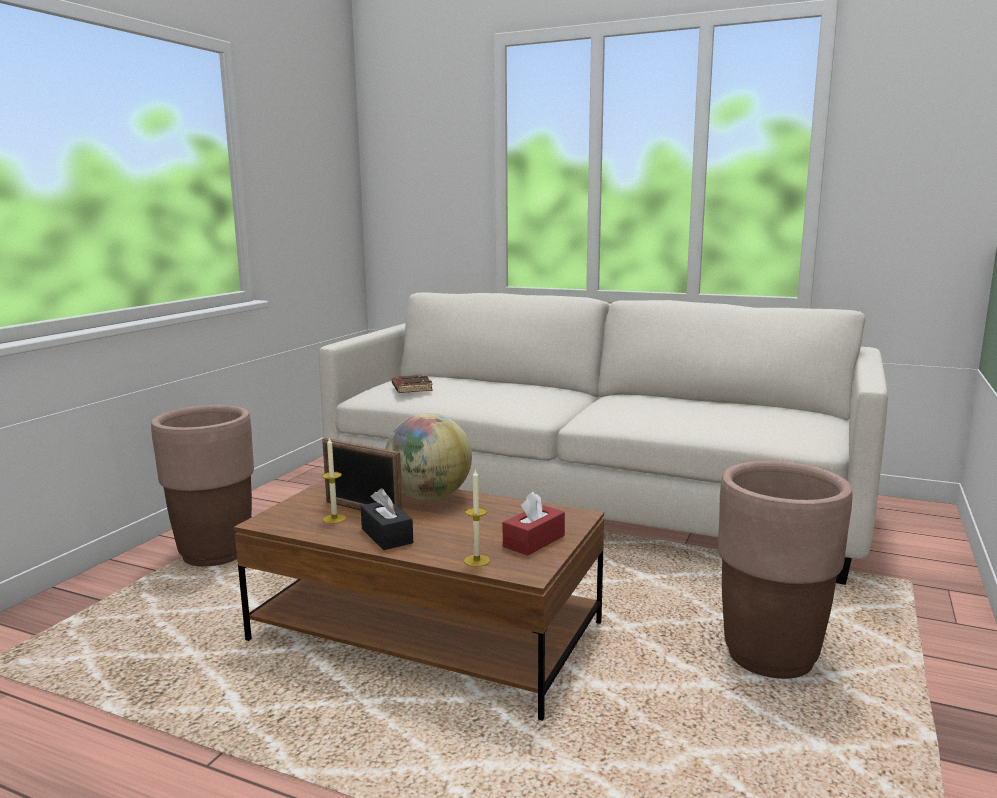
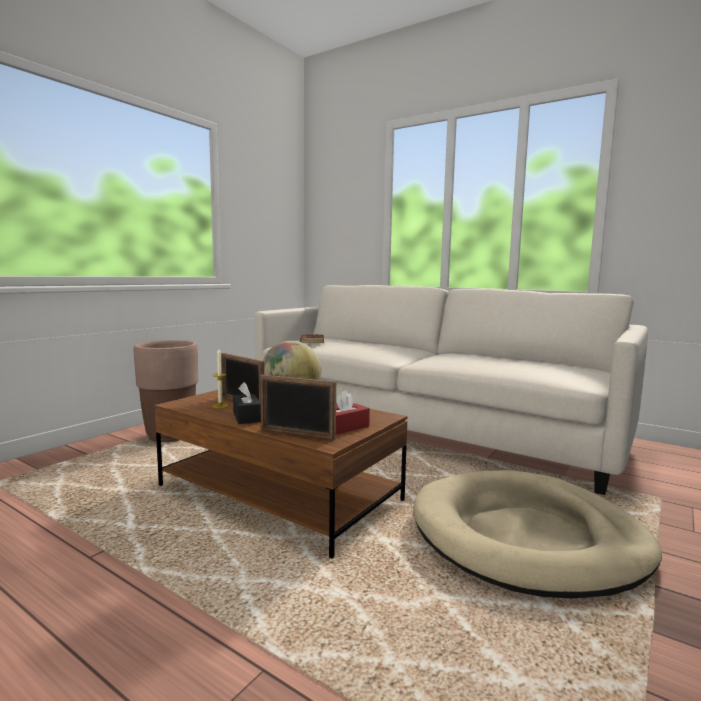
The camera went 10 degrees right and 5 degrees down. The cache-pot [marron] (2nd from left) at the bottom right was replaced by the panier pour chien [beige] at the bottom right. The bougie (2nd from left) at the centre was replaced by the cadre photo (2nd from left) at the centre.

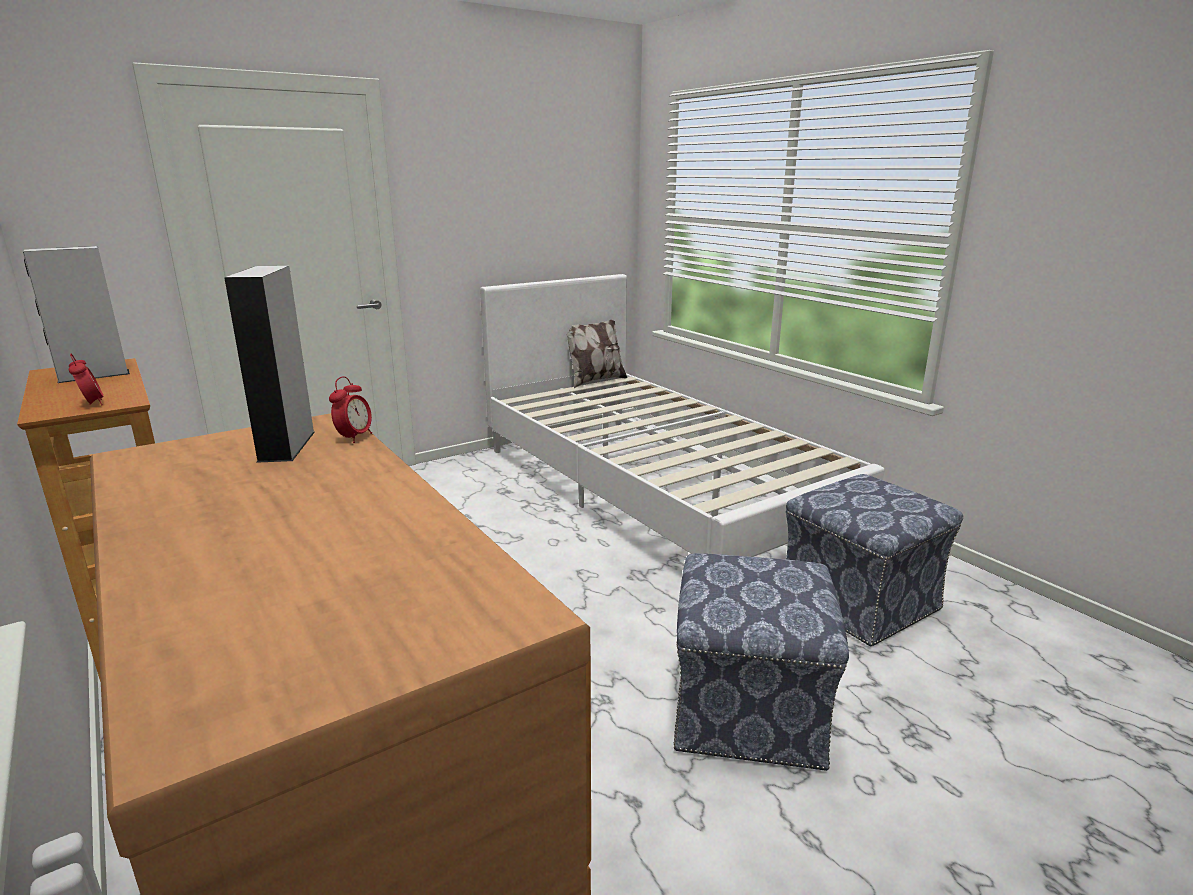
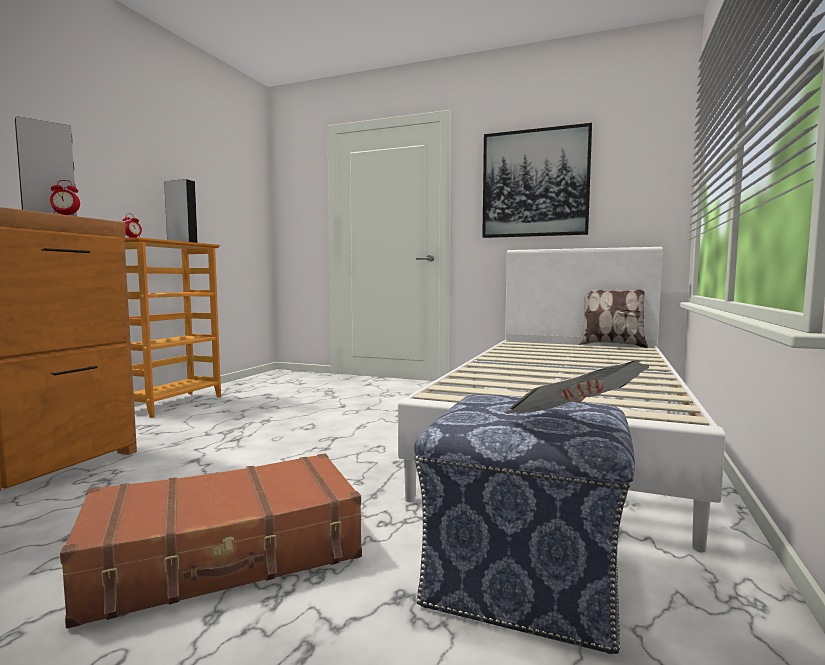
The camera went 55 degrees right and 15 degrees down. The pouf (1st from left) at the bottom centre was replaced by the valise [marron] at the bottom left. The tableau at the top centre appeared. The journal at the middle right appeared.

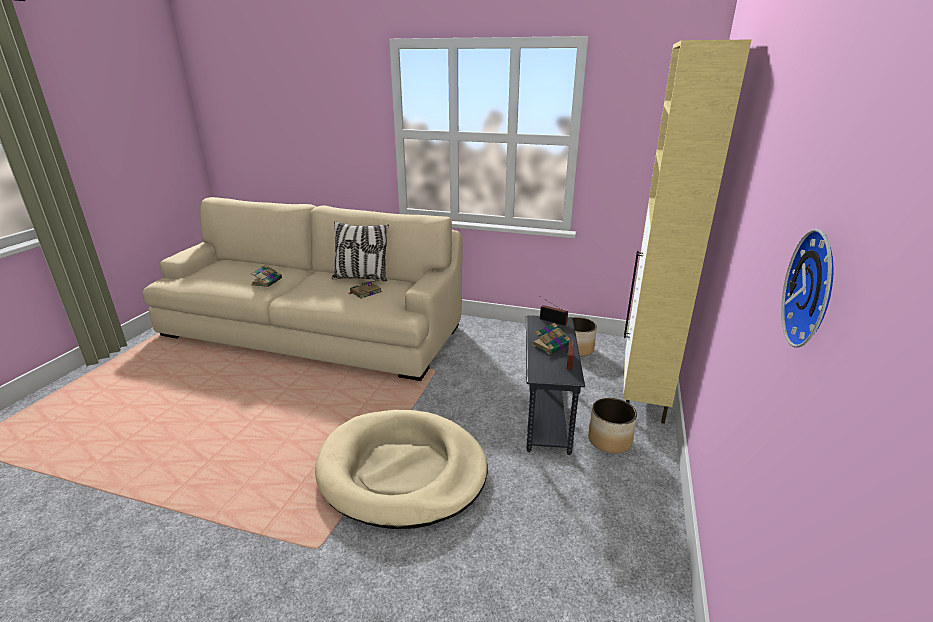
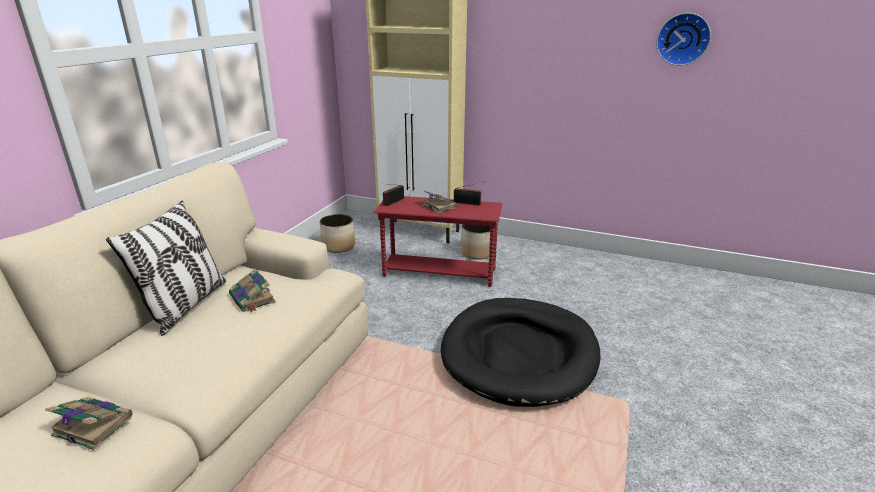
The camera went 85 degrees left and 0 degrees up. The table d'appoint [gris] at the centre became the table d'appoint [rouge] at the centre. The panier pour chien [beige] at the bottom centre became the panier pour chien [noir] at the bottom centre.

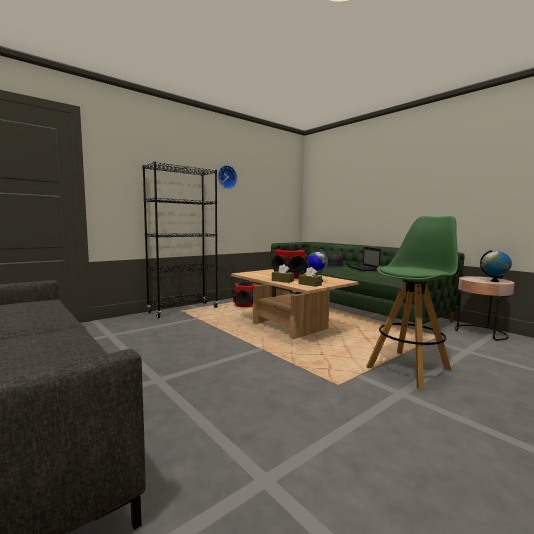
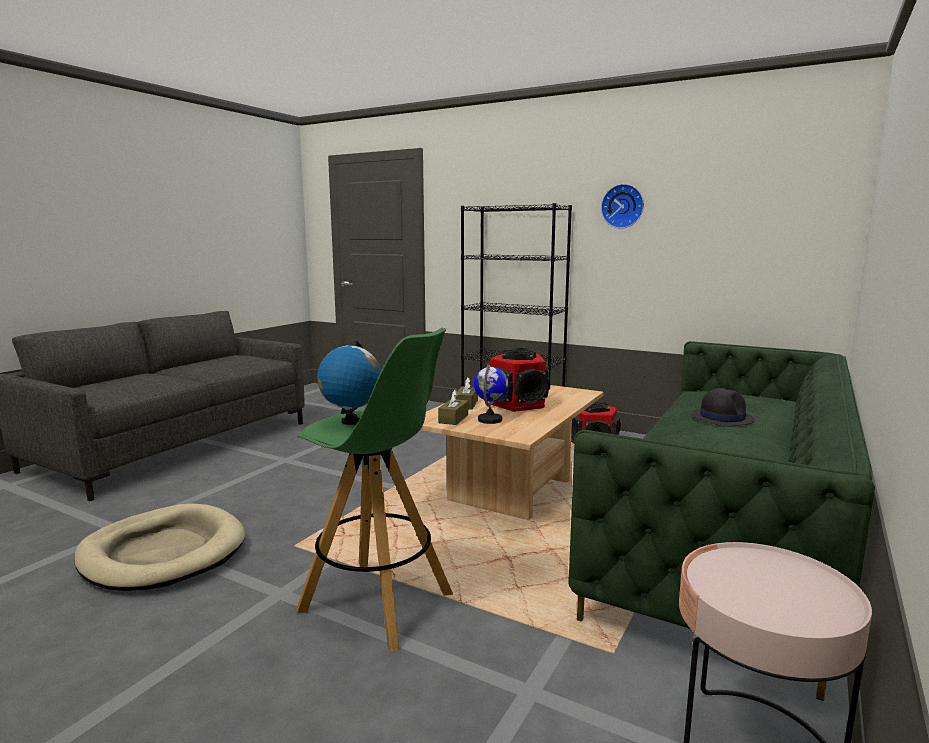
The camera went 70 degrees right and 5 degrees up. The ordinateur portable at the middle right disappeared. The globe (2nd from left in the first image) moved from the middle right to the centre. The panier pour chien [beige] at the bottom left appeared.

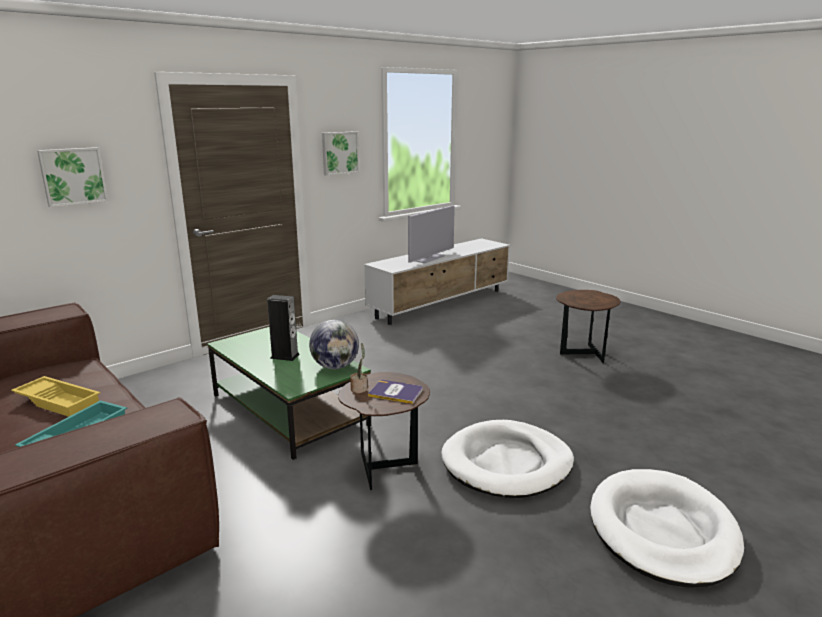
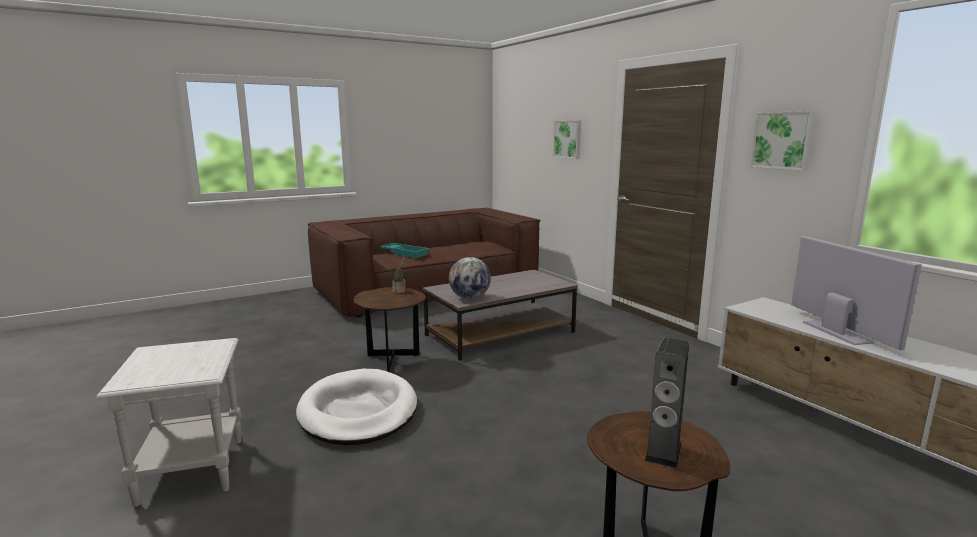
The camera went 100 degrees right and 5 degrees down. The téléviseur at the centre turned 150 degrees counterclockwise. The enceinte moved from the centre to the bottom right. The table basse [vert] at the centre became the table basse [gris] at the centre. The plateau [jaune] at the middle left disappeared. The livre at the centre disappeared. The panier pour chien [blanc] (2nd from left) at the bottom right was replaced by the table d'appoint [blanc] at the bottom left.

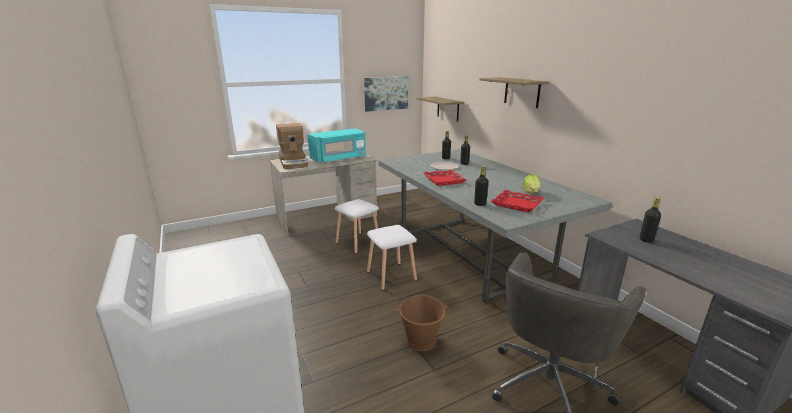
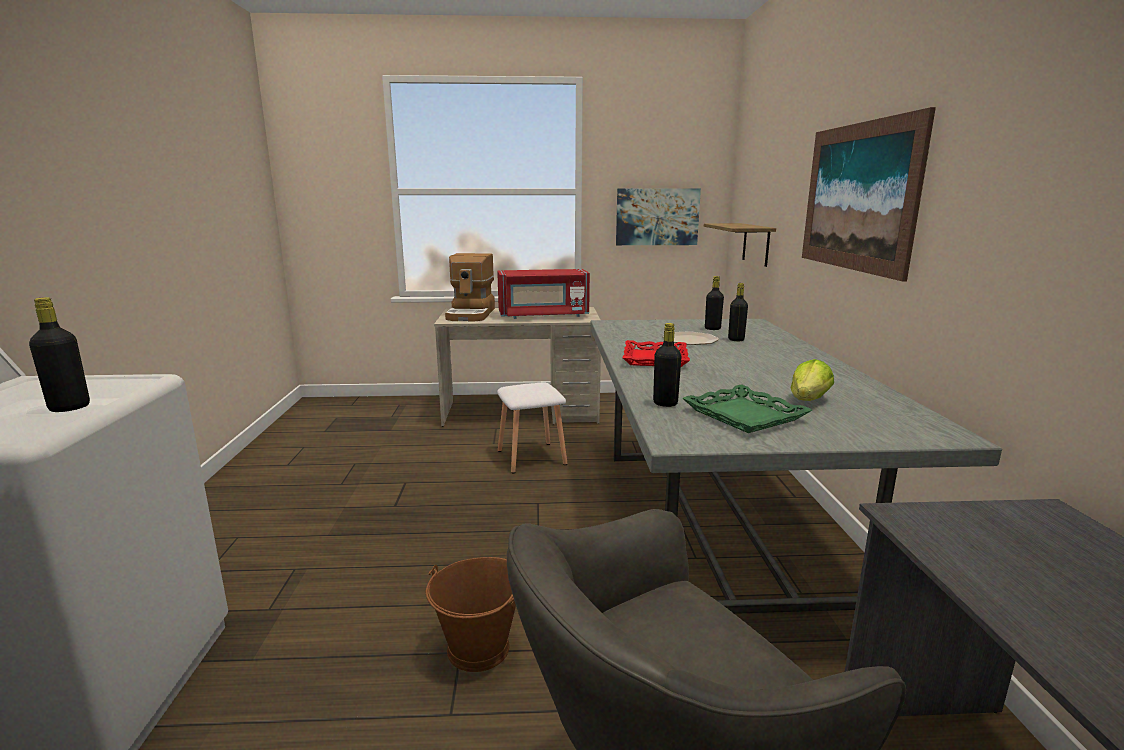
The camera went 25 degrees right and 5 degrees down. The étagère (2nd from left) at the top centre was replaced by the tableau (2nd from left) at the top right. The micro-ondes [turquoise] at the centre became the micro-ondes [rouge] at the centre. The plateau [rouge] (2nd from left) at the centre became the plateau [vert] at the centre. The bouteille [noir] (4th from left in the first image) moved from the middle right to the middle left. The tabouret [blanc] (2nd from left) at the centre disappeared.

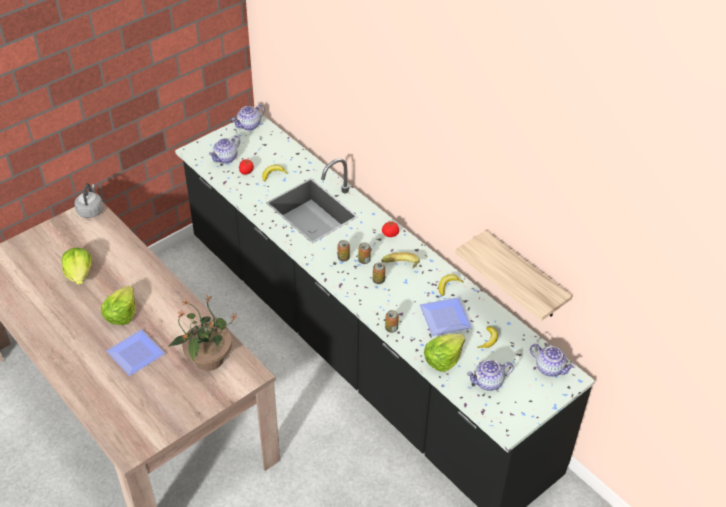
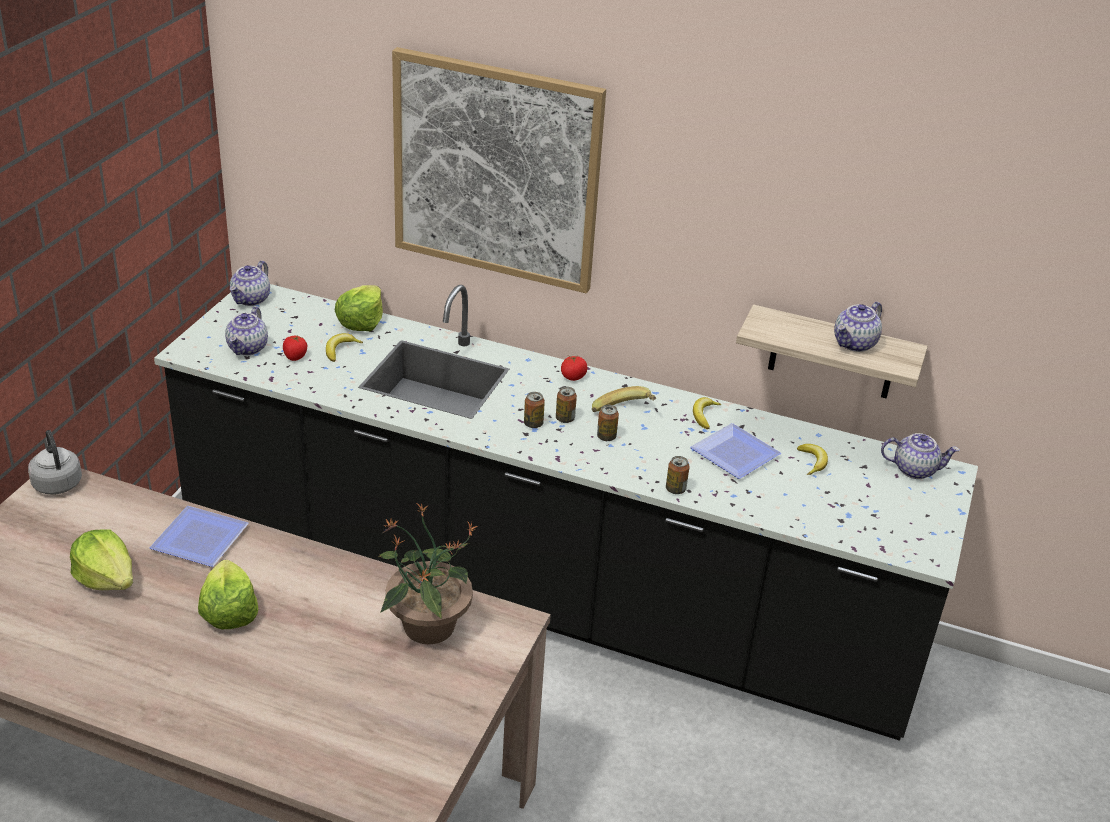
The camera went 30 degrees left and 10 degrees down. The assiette (1st from left) moved from the bottom left to the middle left. The laitue (3rd from left) moved from the bottom centre to the middle left. The théière (3rd from left) moved from the bottom right to the middle right. The tableau at the top centre appeared.

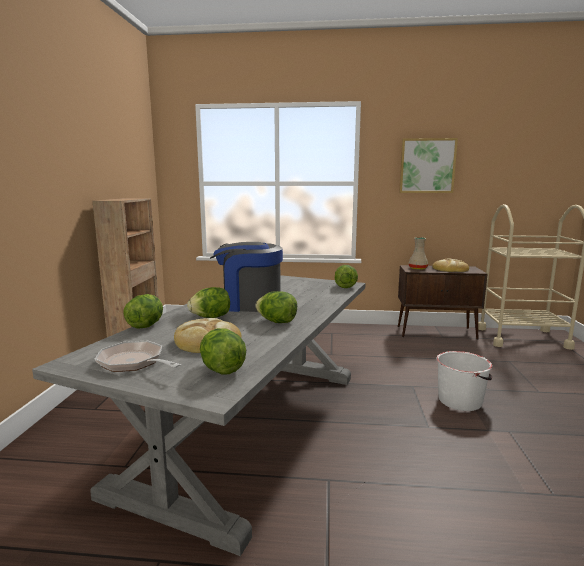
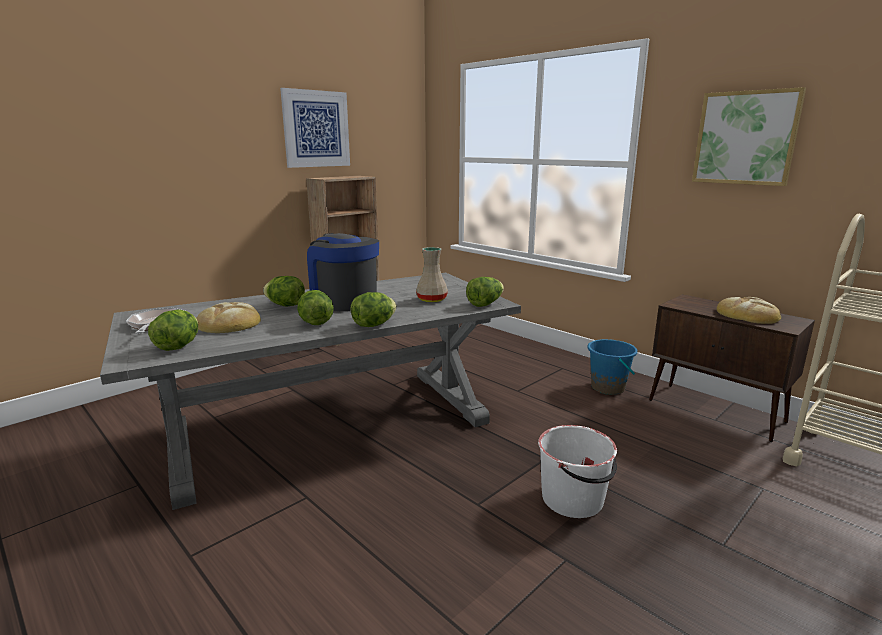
The camera went 40 degrees right and 5 degrees up. The vase [beige] moved from the middle right to the centre. The laitue (1st from left in the first image) moved from the middle left to the centre. The tableau (1st from left) at the top centre appeared. The seau [bleu] at the middle right appeared.

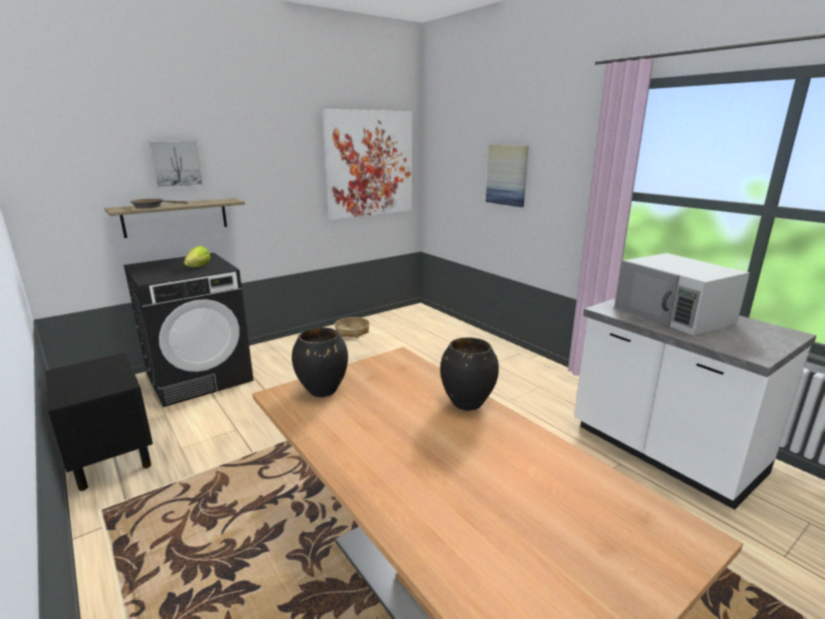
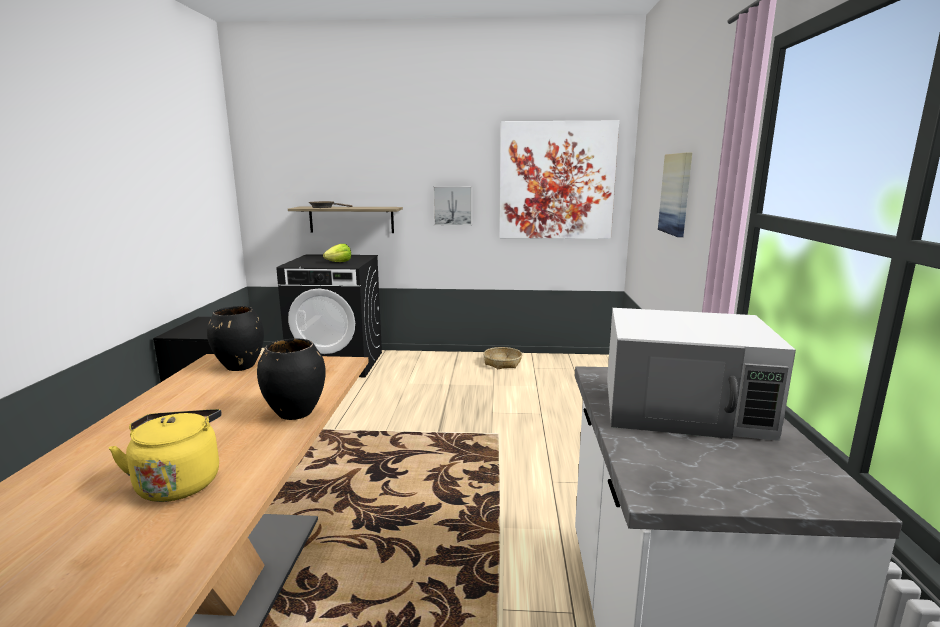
The camera went 40 degrees right and 5 degrees down. The tableau (1st from left) moved from the top left to the top centre. The micro-ondes [blanc] at the middle right turned 90 degrees counterclockwise. The bouilloire [jaune] at the bottom left appeared.

